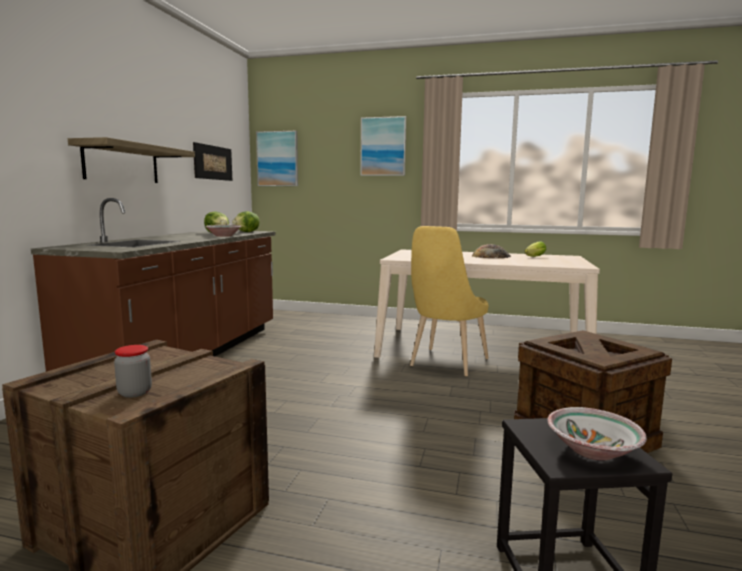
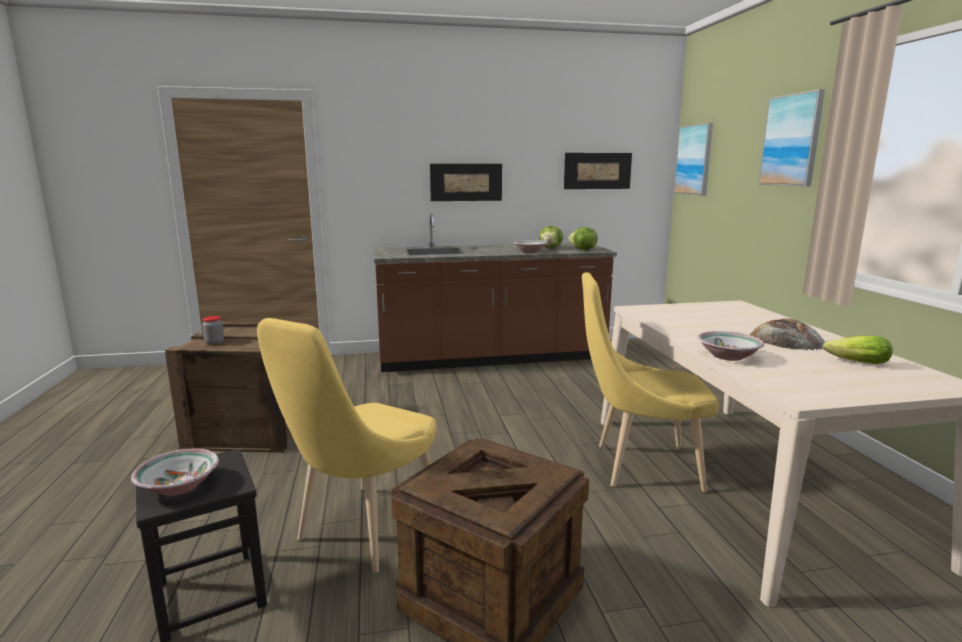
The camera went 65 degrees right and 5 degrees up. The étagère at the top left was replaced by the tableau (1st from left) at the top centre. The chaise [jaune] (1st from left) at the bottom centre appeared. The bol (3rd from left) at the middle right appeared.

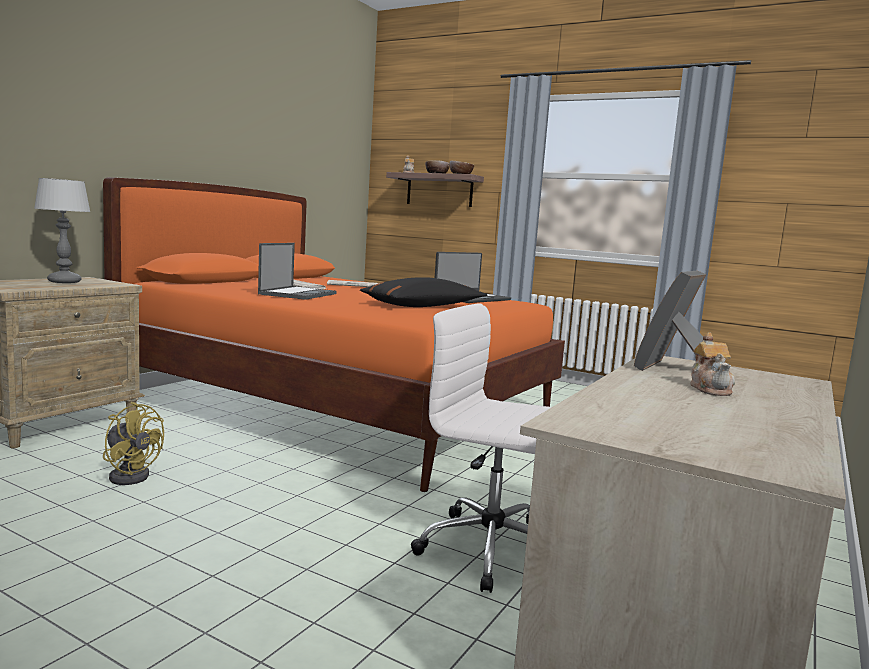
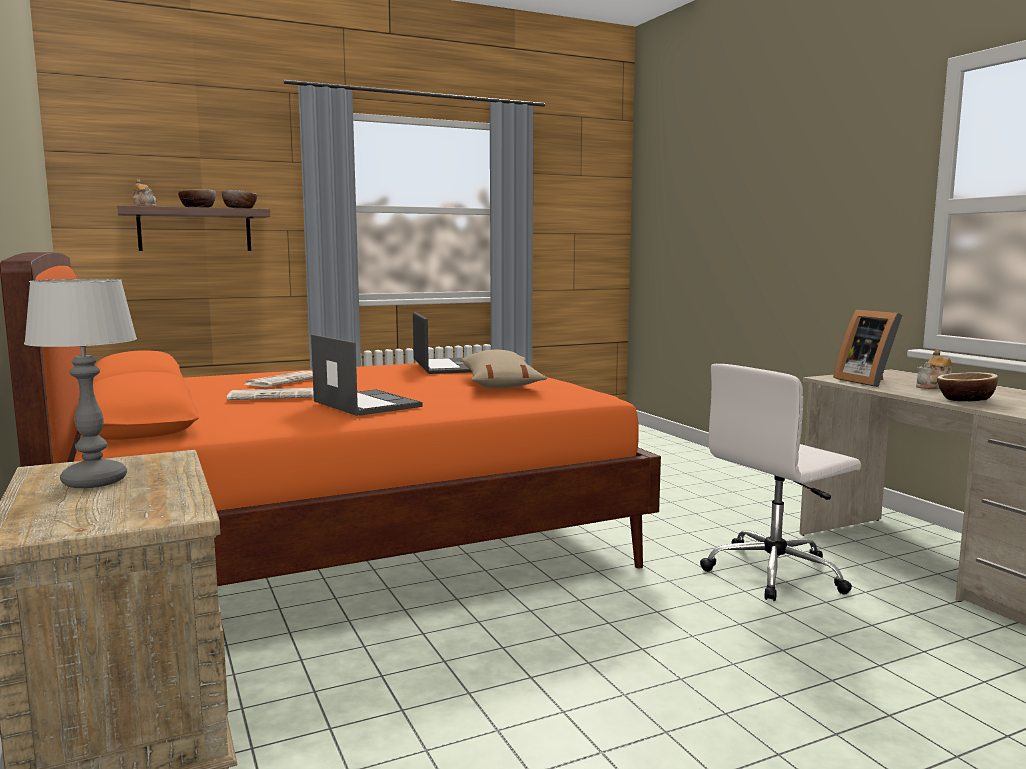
The camera went 55 degrees left and 0 degrees up. The coussin [noir] at the centre became the coussin [beige] at the centre. The théière (2nd from left) at the middle right turned 120 degrees clockwise. The ventilateur [jaune] at the middle left disappeared. The bol (3rd from left) at the middle right appeared.

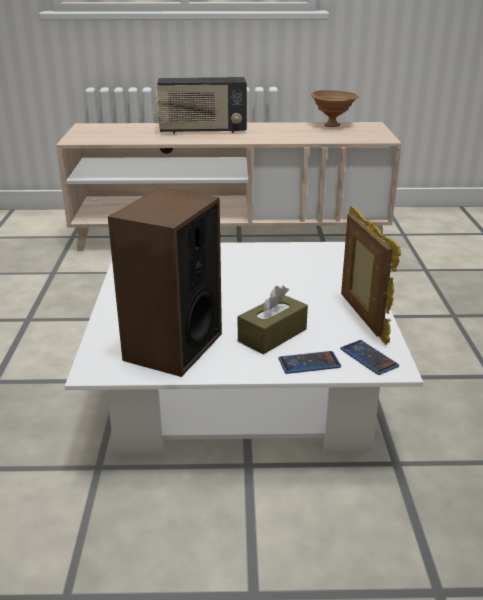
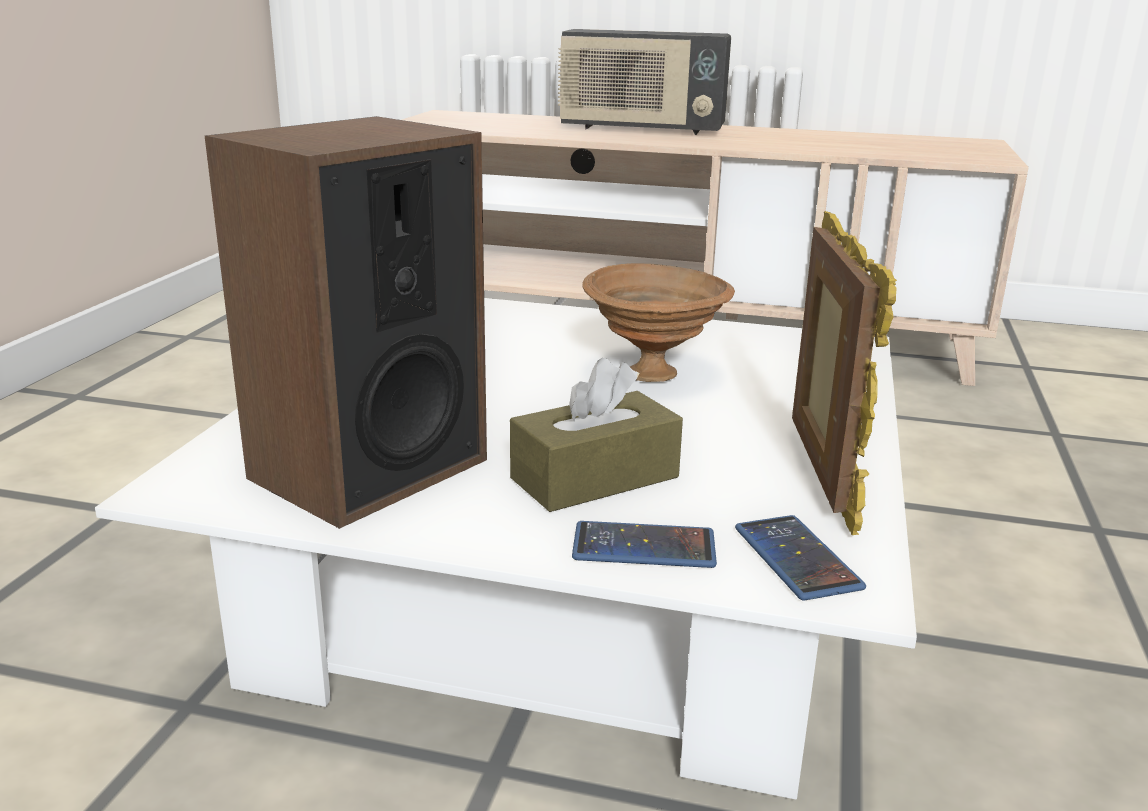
The camera went 15 degrees right and 5 degrees down. The bol [marron] moved from the top right to the centre.

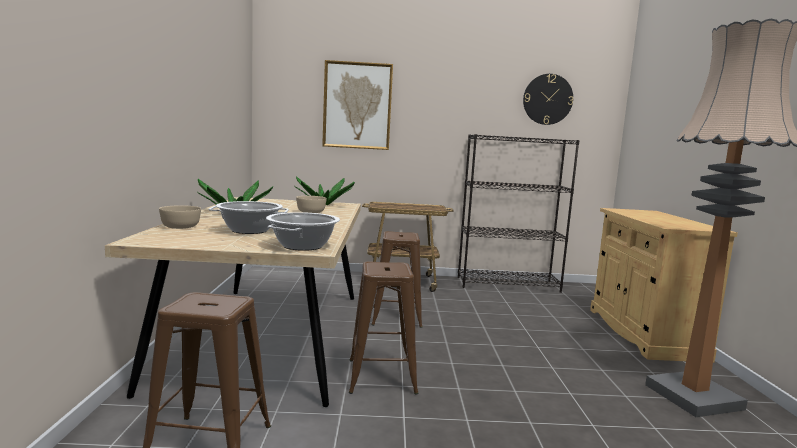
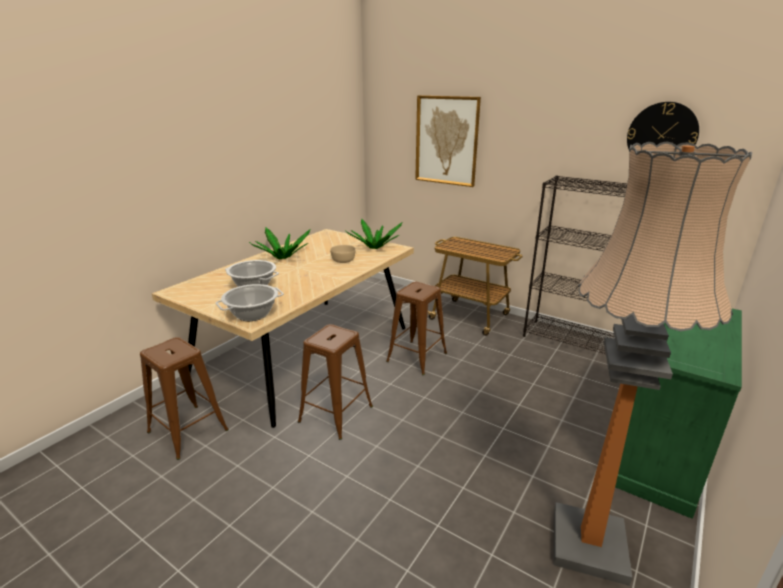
The camera went 35 degrees right and 15 degrees up. The bol [beige] (1st from left) at the middle left disappeared. The meuble de rangement [beige] at the middle right became the meuble de rangement [vert] at the bottom right.

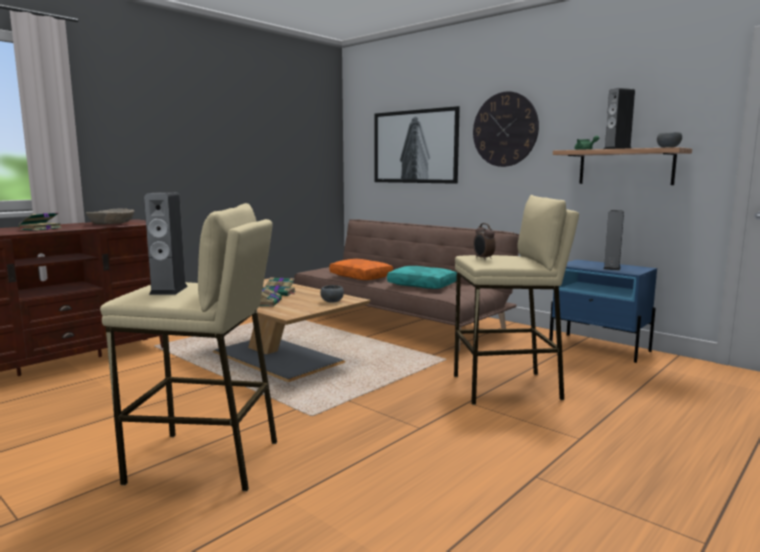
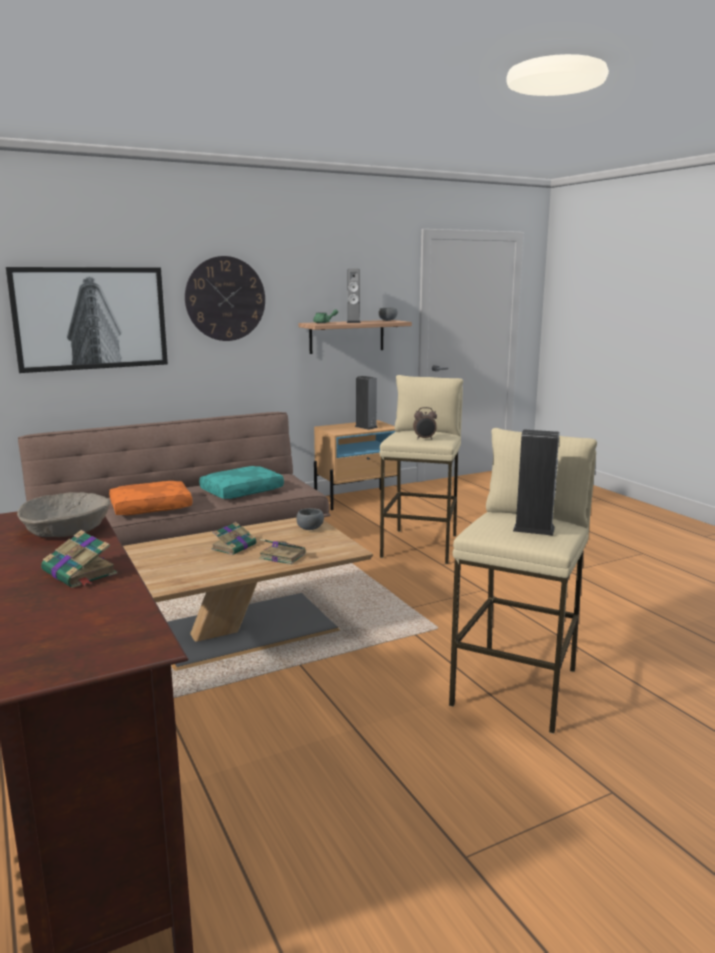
The camera went 70 degrees left and 5 degrees up. The table de chevet [bleu] at the middle right became the table de chevet [beige] at the centre.

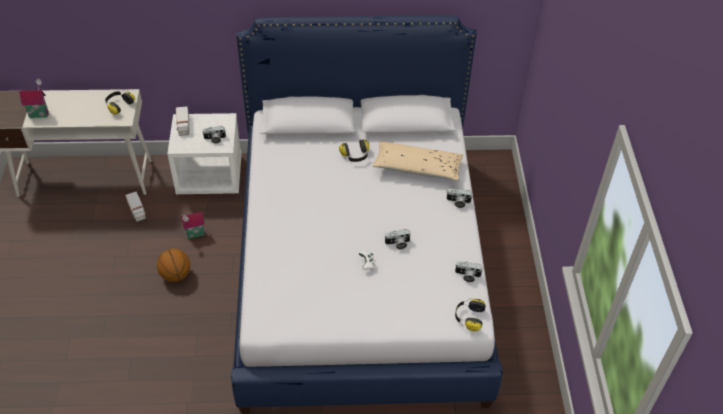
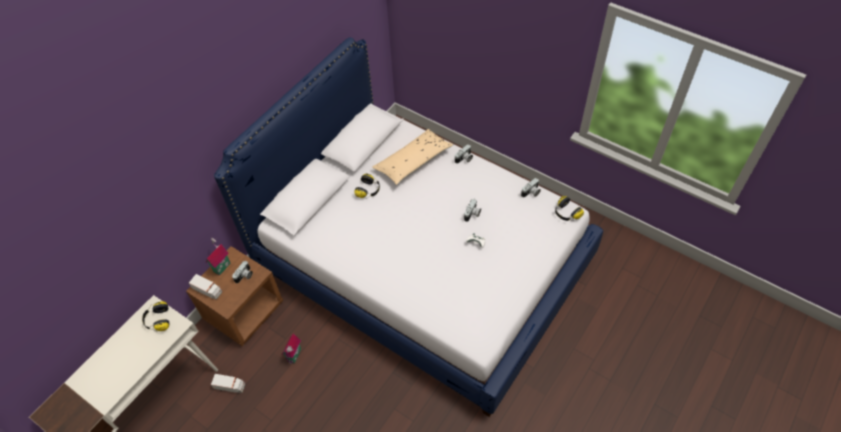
The camera went 50 degrees left and 5 degrees up. The maison miniature (1st from left) moved from the top left to the middle left. The table de chevet [blanc] at the middle left became the table de chevet [marron] at the bottom left. The ballon de basket at the middle left disappeared.

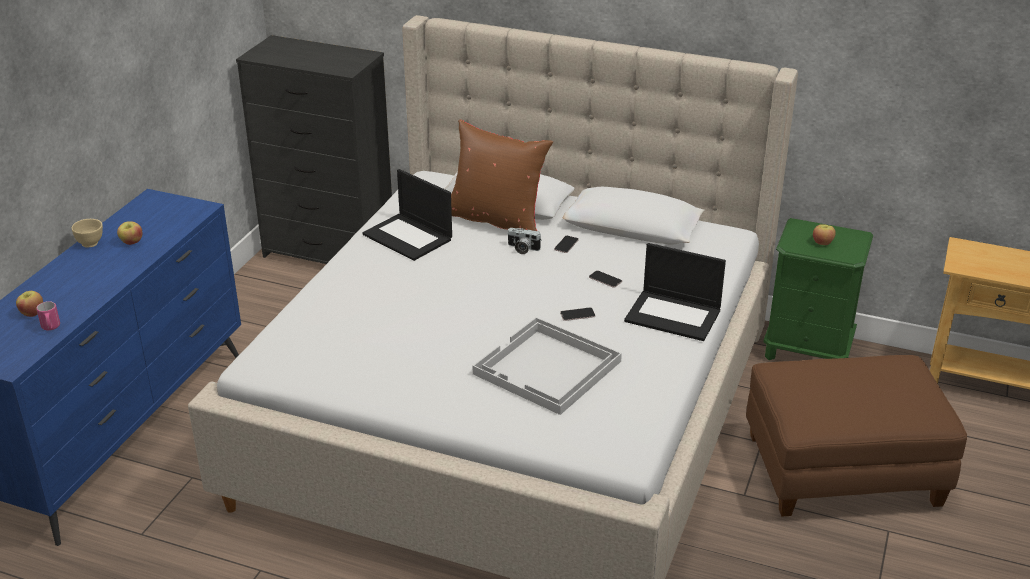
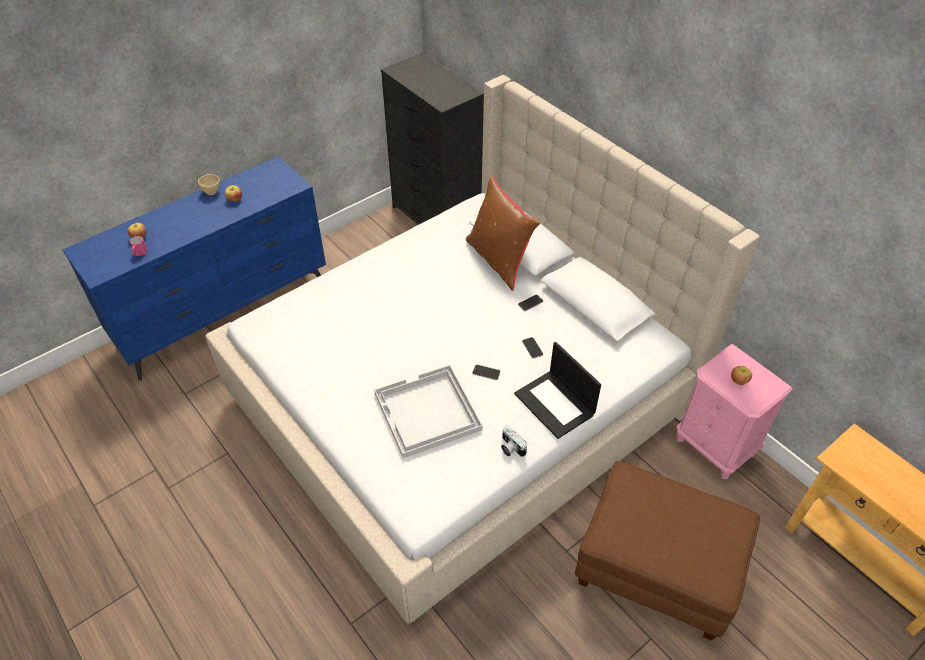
The camera went 30 degrees right and 15 degrees up. The ordinateur portable (1st from left) at the centre disappeared. The table de chevet [vert] at the middle right became the table de chevet [rose] at the middle right. The appareil photo moved from the centre to the bottom centre.

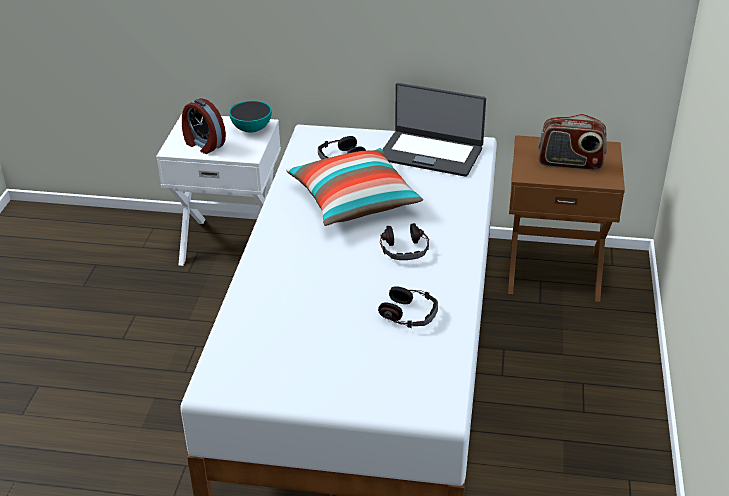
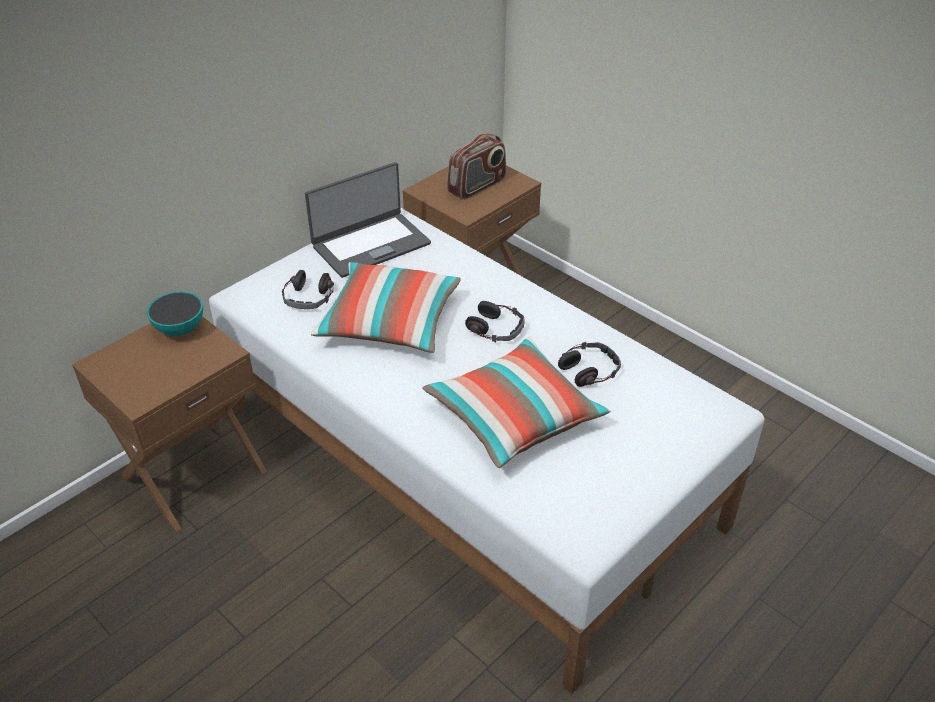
The camera went 55 degrees left and 5 degrees up. The réveil at the top left disappeared. The table de chevet [blanc] at the middle left became the table de chevet [marron] (1st from left) at the middle left. The coussin (2nd from left) at the centre appeared.

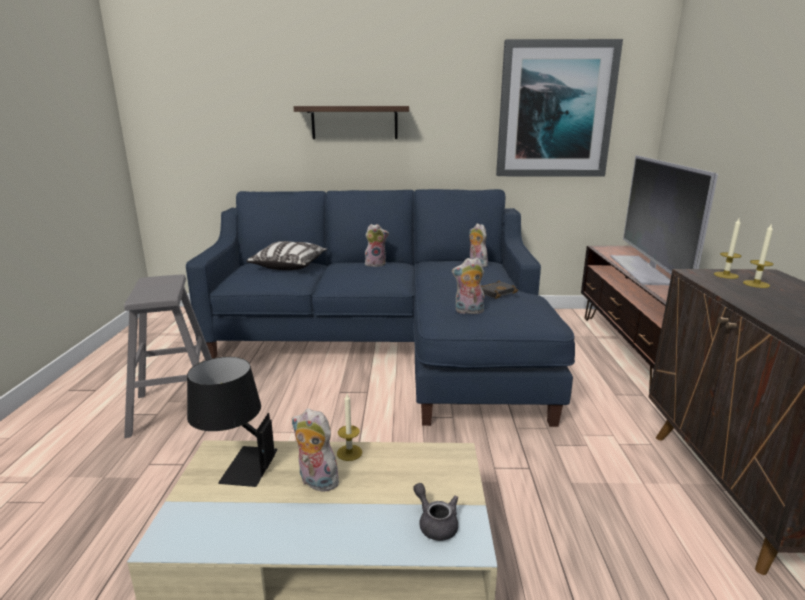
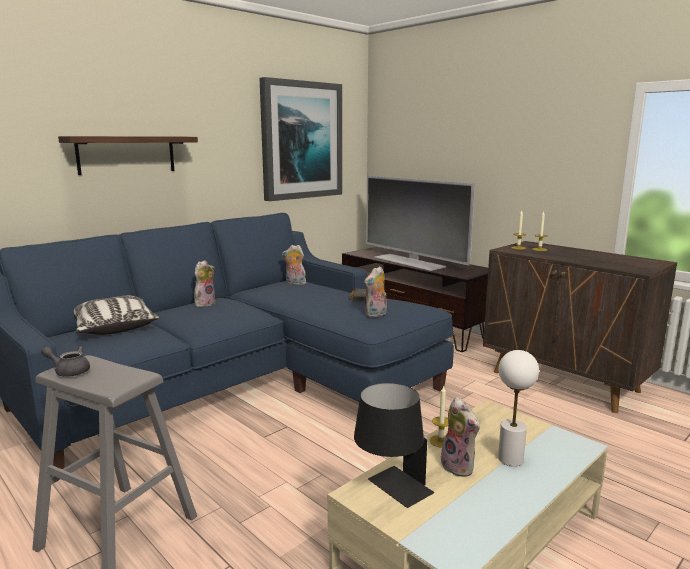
The camera went 45 degrees left and 5 degrees down. The peluche (1st from left in the first image) at the bottom centre turned 105 degrees counterclockwise. The théière [gris] moved from the bottom centre to the middle left. The lampe de table [blanc] at the bottom right appeared.

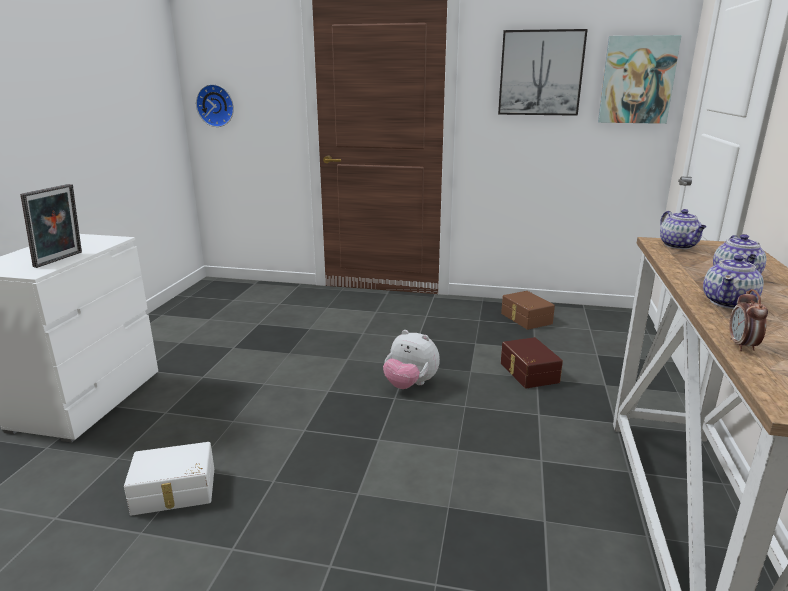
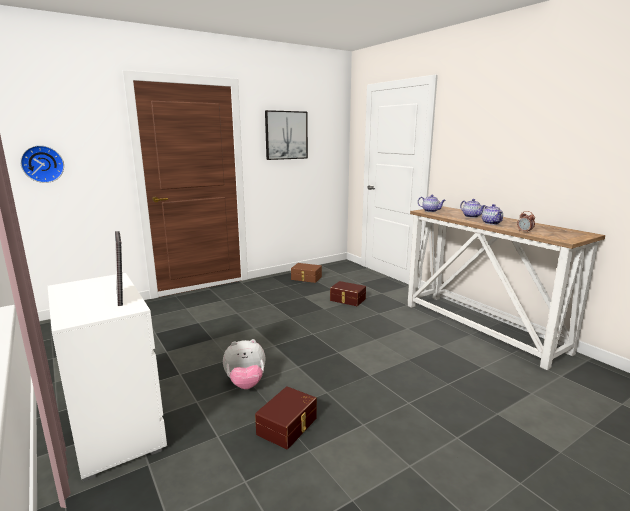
The camera went 45 degrees left and 5 degrees down. The tableau (2nd from left) at the top right disappeared. The peluche moved from the centre to the bottom centre. The boîte de rangement [blanc] at the bottom left became the boîte de rangement [marron] (1st from left) at the bottom centre.

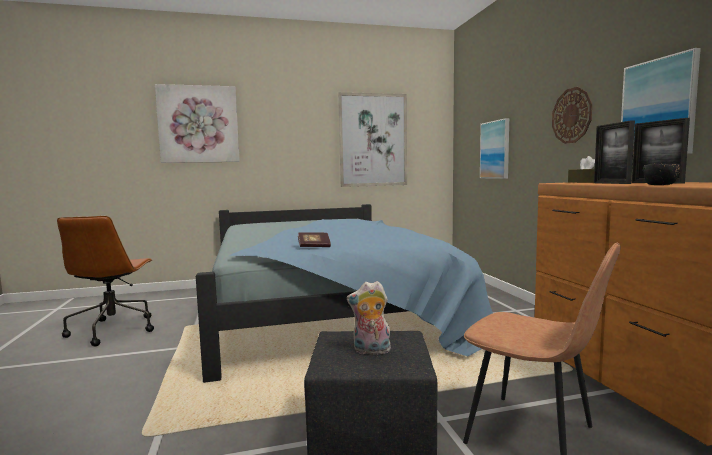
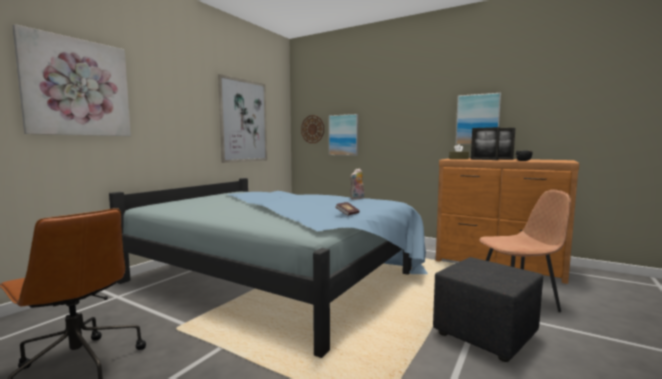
The camera went 45 degrees left and 0 degrees up. The horloge murale moved from the top right to the centre. The peluche moved from the bottom centre to the centre.

